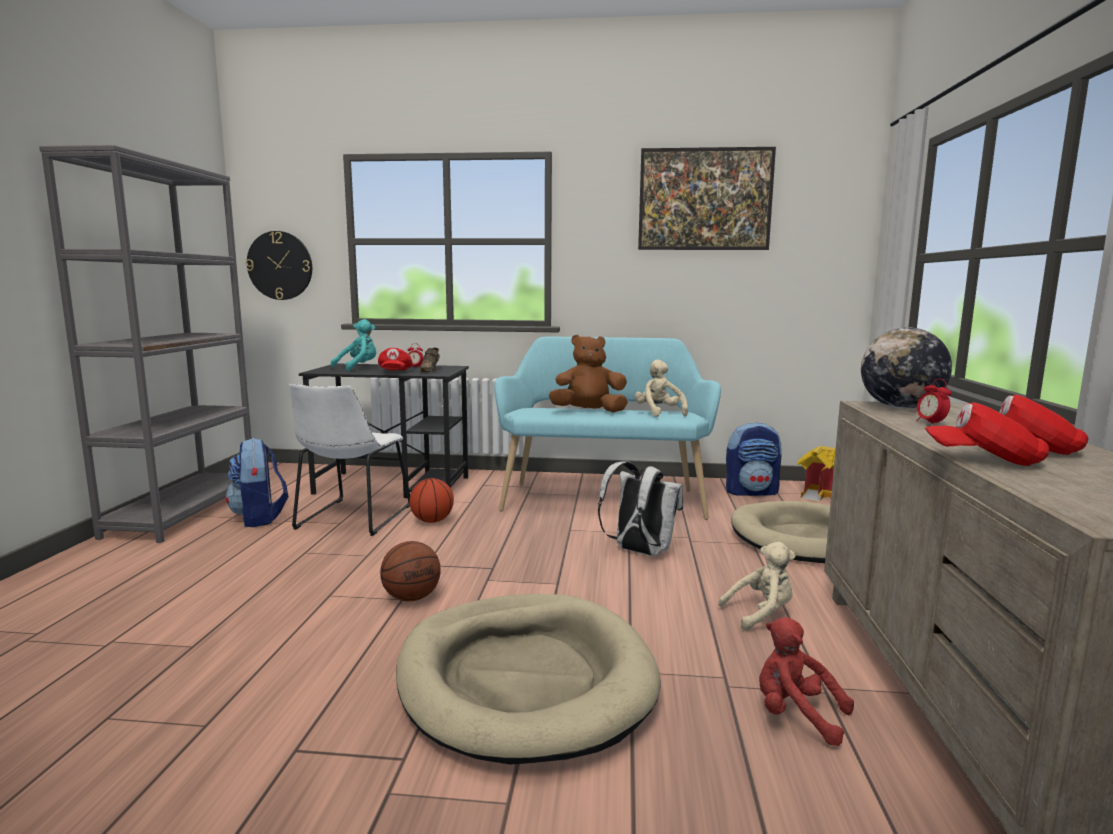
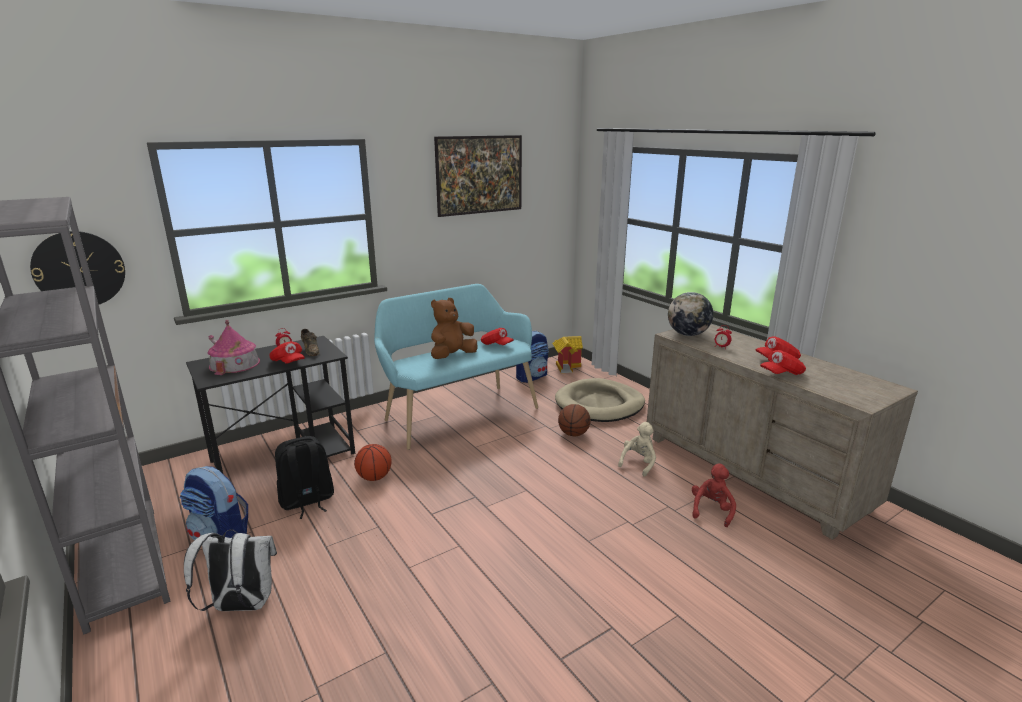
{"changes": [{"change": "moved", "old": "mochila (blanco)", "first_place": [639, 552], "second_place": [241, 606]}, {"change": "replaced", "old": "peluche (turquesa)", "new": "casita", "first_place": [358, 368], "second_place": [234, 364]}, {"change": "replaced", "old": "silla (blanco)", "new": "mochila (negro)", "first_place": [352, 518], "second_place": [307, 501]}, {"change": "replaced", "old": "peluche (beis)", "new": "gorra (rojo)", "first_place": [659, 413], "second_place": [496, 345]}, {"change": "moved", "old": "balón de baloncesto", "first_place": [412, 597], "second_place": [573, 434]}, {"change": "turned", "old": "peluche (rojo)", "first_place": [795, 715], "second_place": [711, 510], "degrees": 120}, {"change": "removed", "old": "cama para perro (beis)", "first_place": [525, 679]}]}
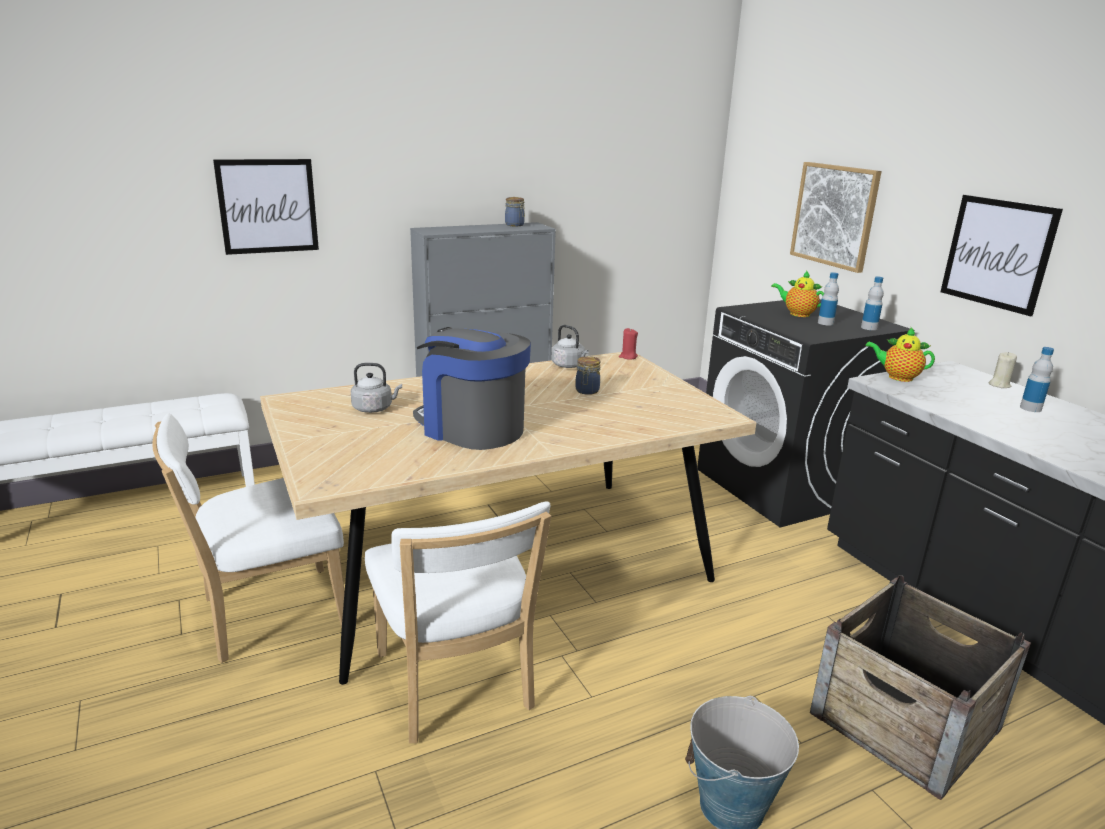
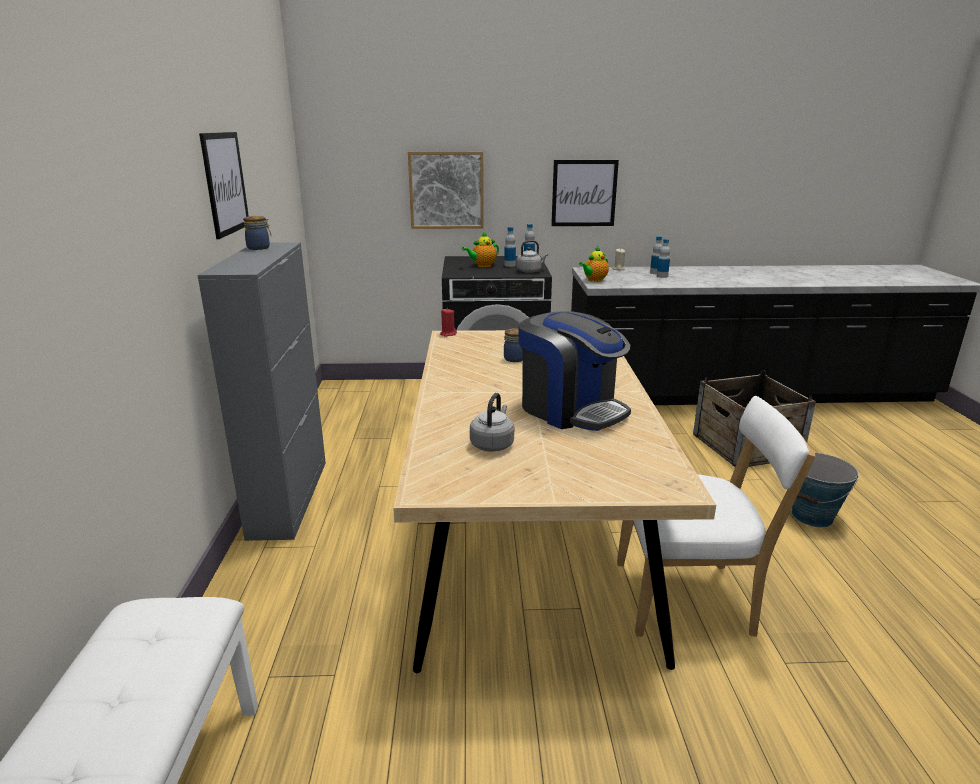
{"changes": [{"change": "moved", "old": "cuadro", "first_place": [268, 206], "second_place": [225, 183]}, {"change": "moved", "old": "hervidor (gris)", "first_place": [569, 366], "second_place": [530, 271]}, {"change": "turned", "old": "cafetera", "first_place": [471, 428], "second_place": [571, 409], "degrees": -105}, {"change": "added", "new": "botella", "second_place": [662, 276]}, {"change": "removed", "old": "silla (blanco)", "first_place": [267, 615]}]}
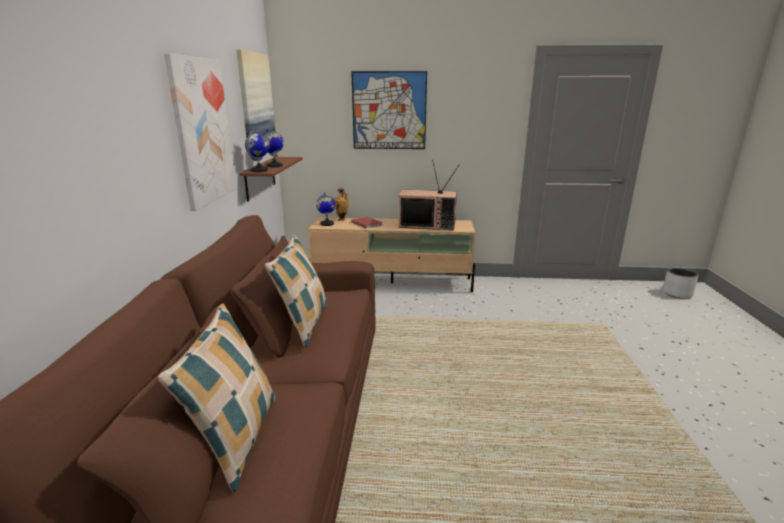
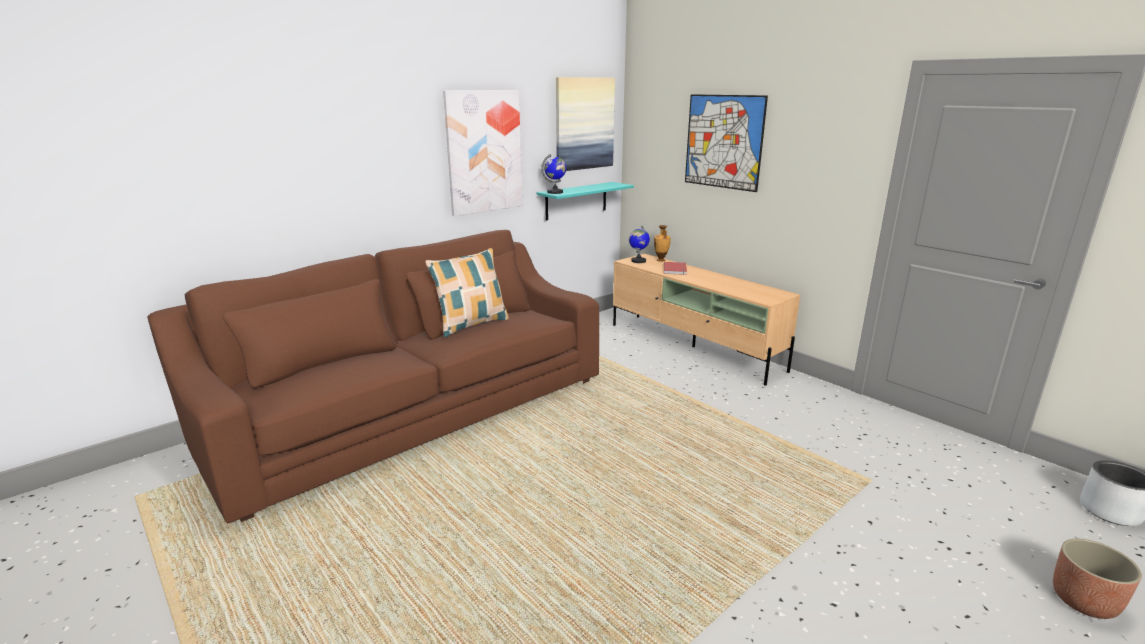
{"changes": [{"change": "recoloured", "old": "estante (marrón)", "new": "estante (turquesa)", "first_place": [260, 178], "second_place": [576, 200]}, {"change": "added", "new": "maceta", "second_place": [1084, 601]}, {"change": "removed", "old": "cojín", "first_place": [237, 438]}, {"change": "removed", "old": "globo terráqueo", "first_place": [274, 166]}, {"change": "removed", "old": "televisor", "first_place": [428, 225]}]}
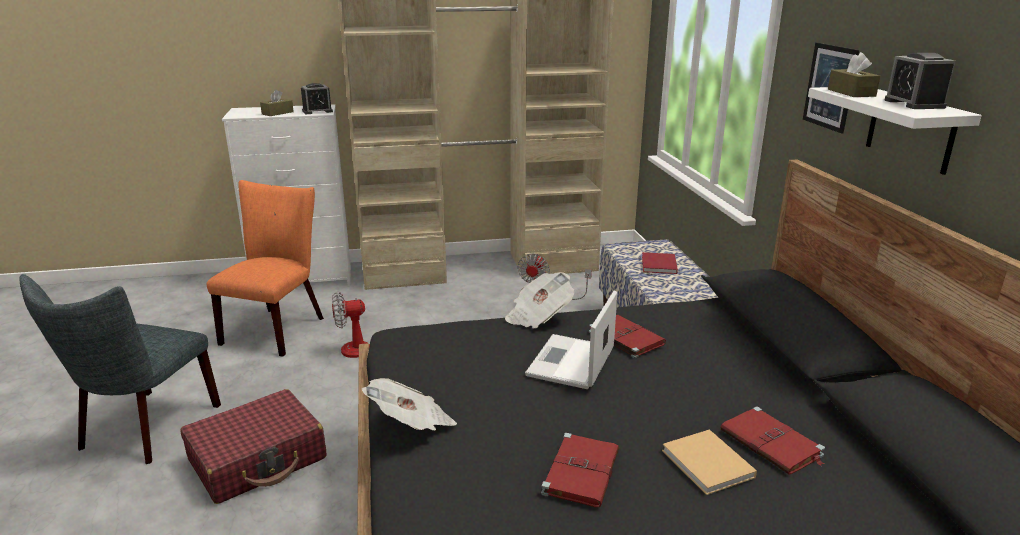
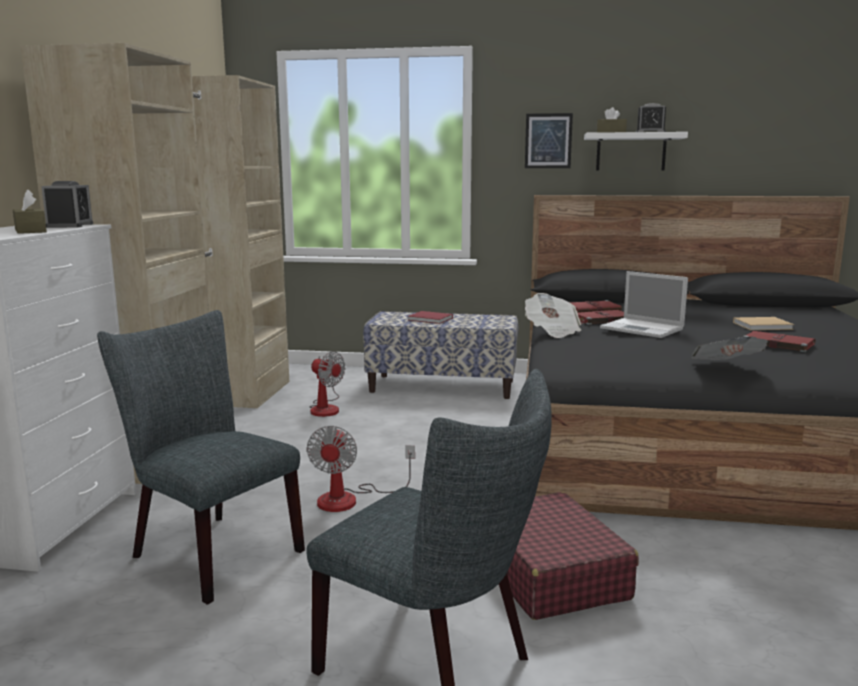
{"changes": [{"change": "recoloured", "old": "silla (naranja)", "new": "silla (gris)", "first_place": [278, 328], "second_place": [209, 551]}, {"change": "moved", "old": "libro (rojo)", "first_place": [772, 444], "second_place": [593, 309]}]}
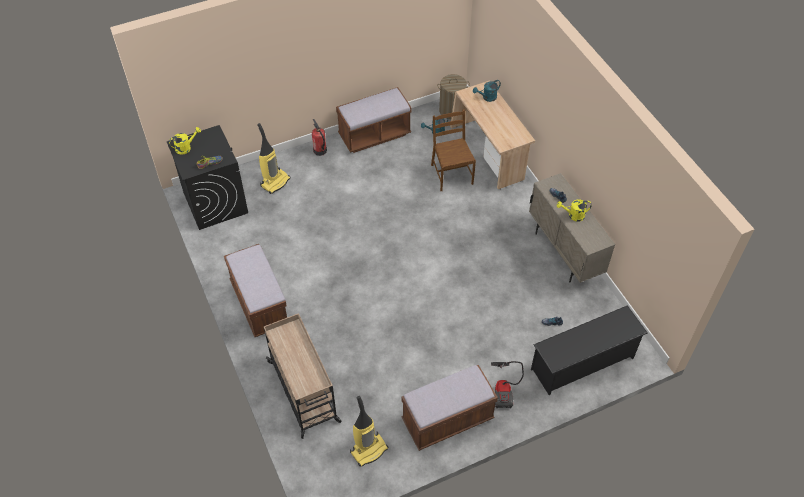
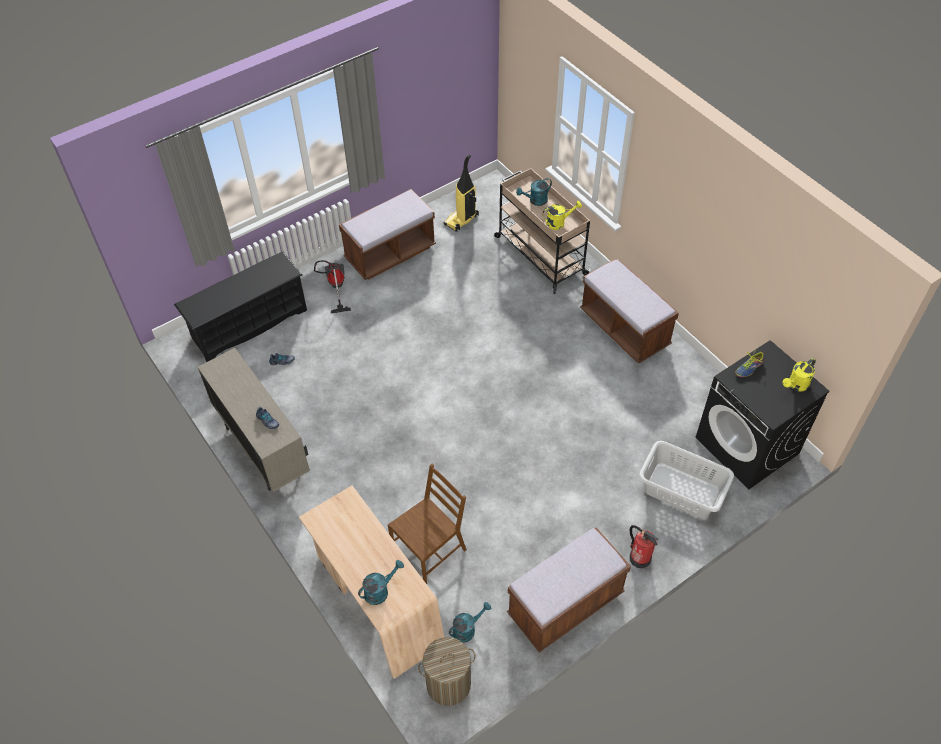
{"changes": [{"change": "turned", "old": "silla (marrón)", "first_place": [451, 174], "second_place": [430, 549], "degrees": -105}, {"change": "added", "new": "regadera (turquesa)", "second_place": [535, 201]}, {"change": "moved", "old": "regadera (amarillo)", "first_place": [573, 216], "second_place": [558, 223]}, {"change": "replaced", "old": "aspiradora", "new": "cesto de la ropa (gris)", "first_place": [275, 182], "second_place": [681, 491]}]}
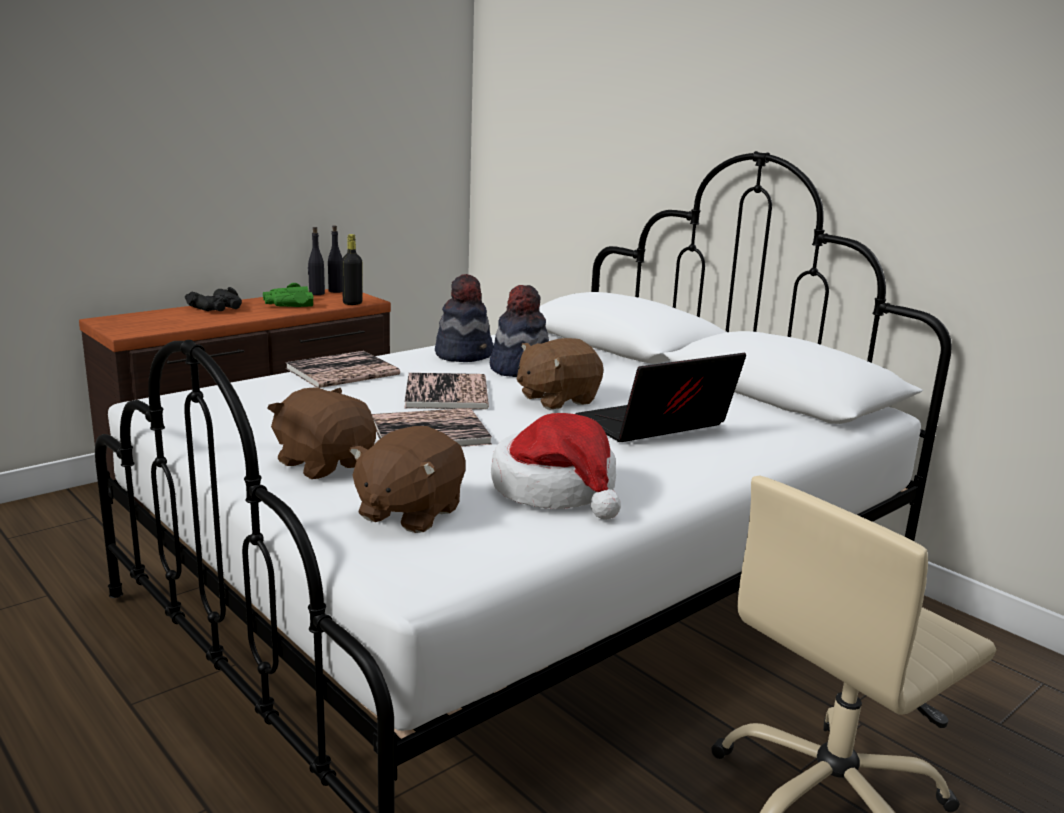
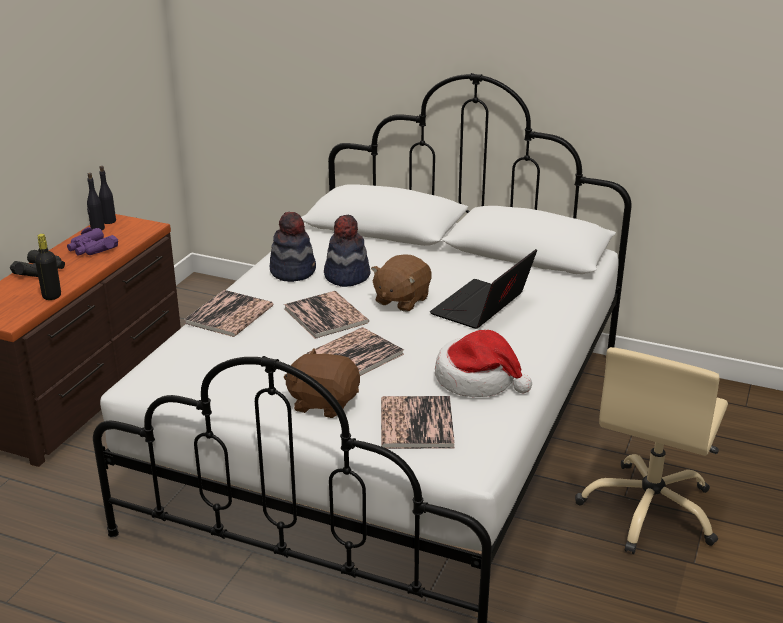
{"changes": [{"change": "moved", "old": "botella (negro)", "first_place": [352, 303], "second_place": [52, 296]}, {"change": "recoloured", "old": "prismáticos (verde)", "new": "prismáticos (morado)", "first_place": [288, 304], "second_place": [91, 249]}, {"change": "replaced", "old": "peluche (marrón)", "new": "libro", "first_place": [408, 512], "second_place": [416, 424]}]}
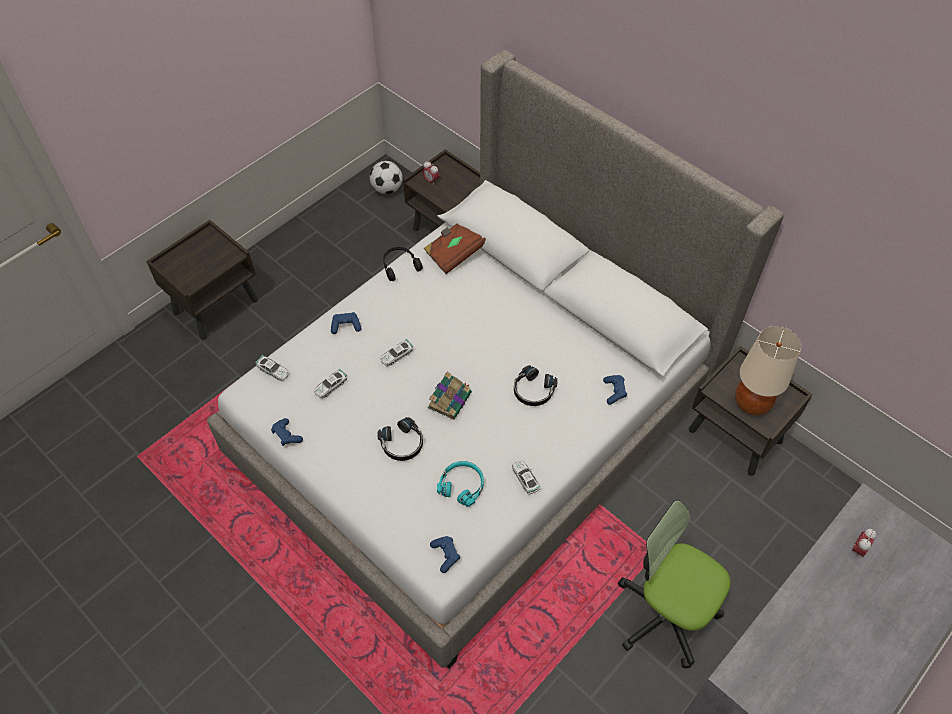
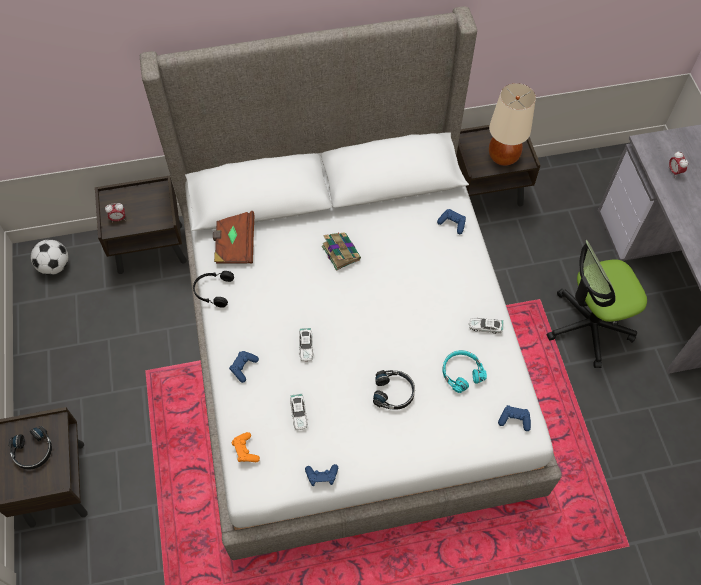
{"changes": [{"change": "moved", "old": "auriculares (negro)", "first_place": [533, 391], "second_place": [33, 451]}, {"change": "replaced", "old": "coche de juguete", "new": "mando de consola (naranja)", "first_place": [273, 370], "second_place": [245, 450]}, {"change": "moved", "old": "libro", "first_place": [450, 399], "second_place": [340, 252]}]}
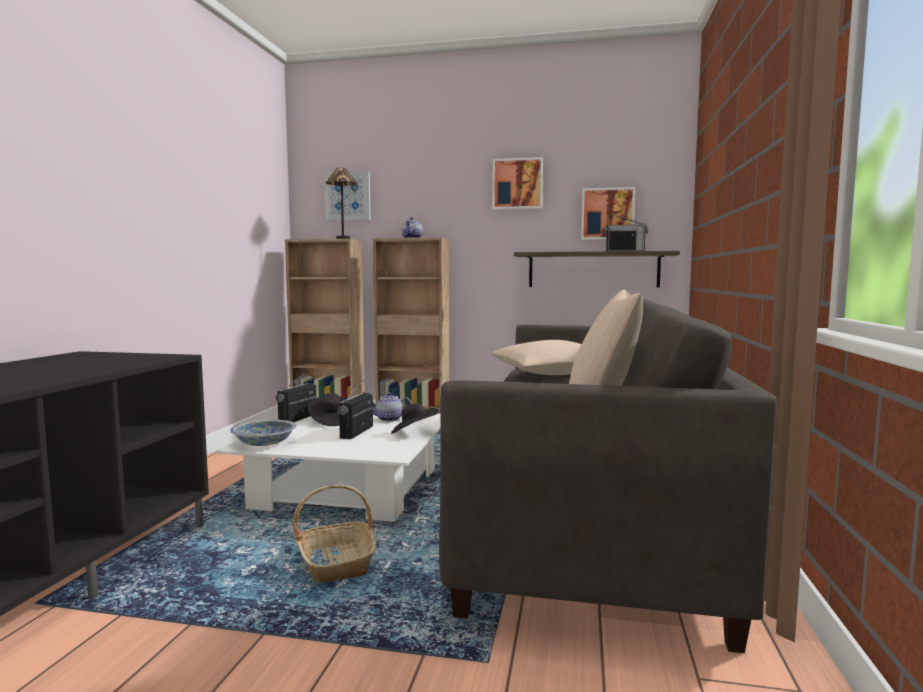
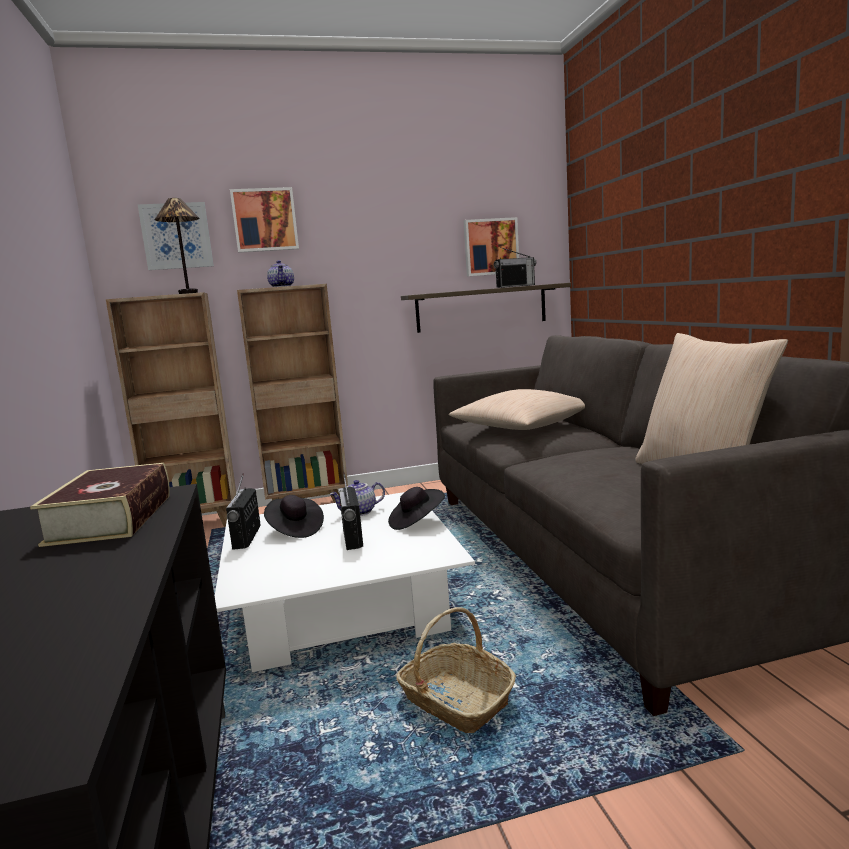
{"changes": [{"change": "added", "new": "libro", "second_place": [111, 518]}, {"change": "moved", "old": "cuadro", "first_place": [517, 184], "second_place": [265, 220]}, {"change": "removed", "old": "cuenco", "first_place": [264, 443]}]}
